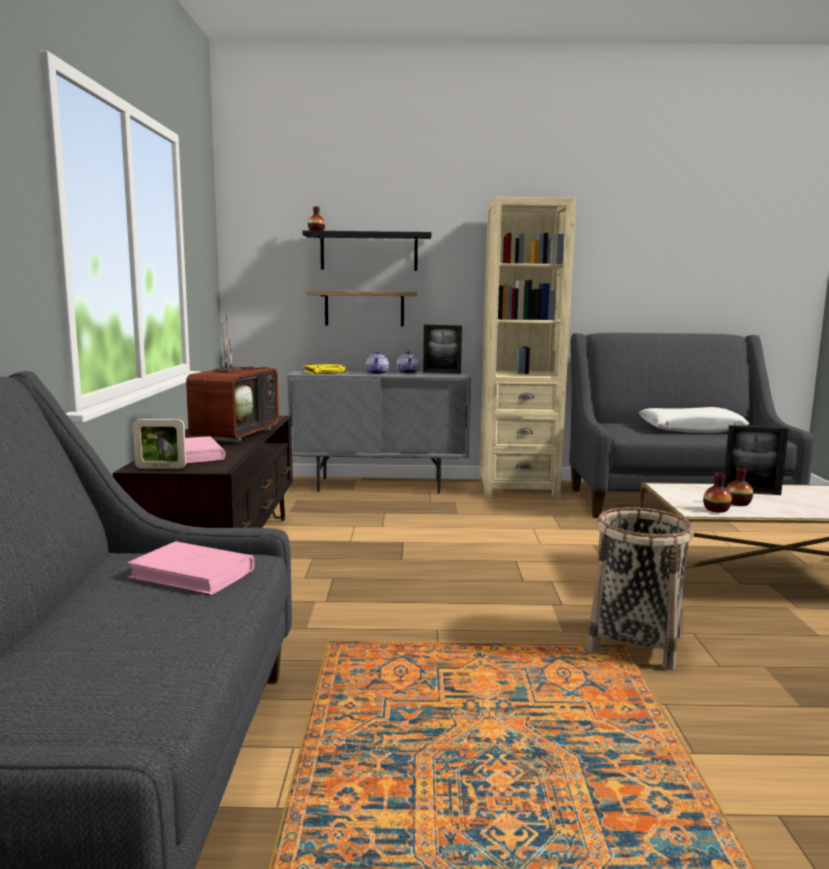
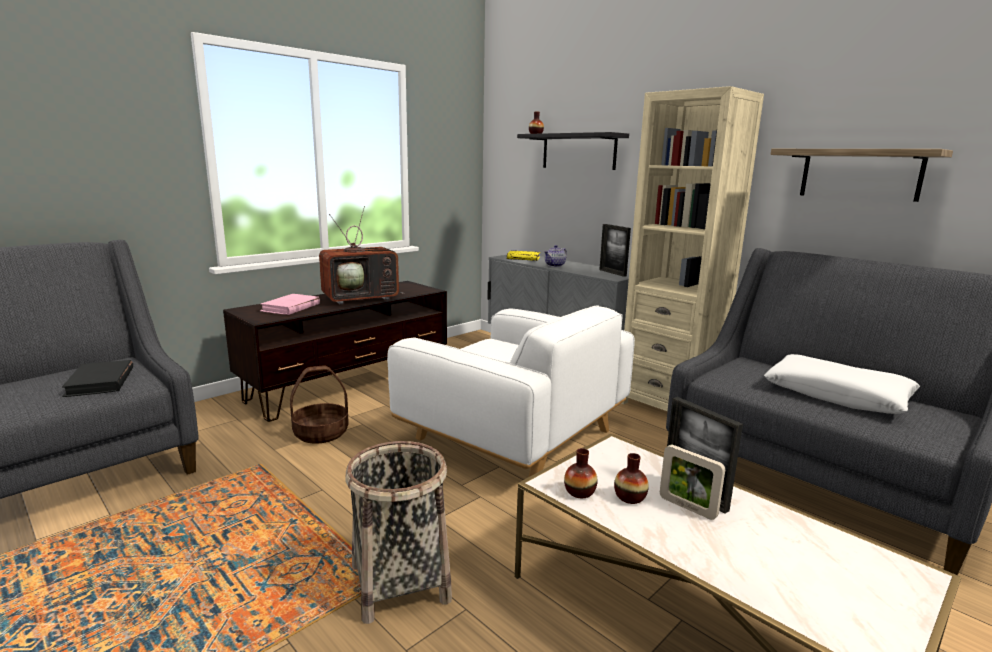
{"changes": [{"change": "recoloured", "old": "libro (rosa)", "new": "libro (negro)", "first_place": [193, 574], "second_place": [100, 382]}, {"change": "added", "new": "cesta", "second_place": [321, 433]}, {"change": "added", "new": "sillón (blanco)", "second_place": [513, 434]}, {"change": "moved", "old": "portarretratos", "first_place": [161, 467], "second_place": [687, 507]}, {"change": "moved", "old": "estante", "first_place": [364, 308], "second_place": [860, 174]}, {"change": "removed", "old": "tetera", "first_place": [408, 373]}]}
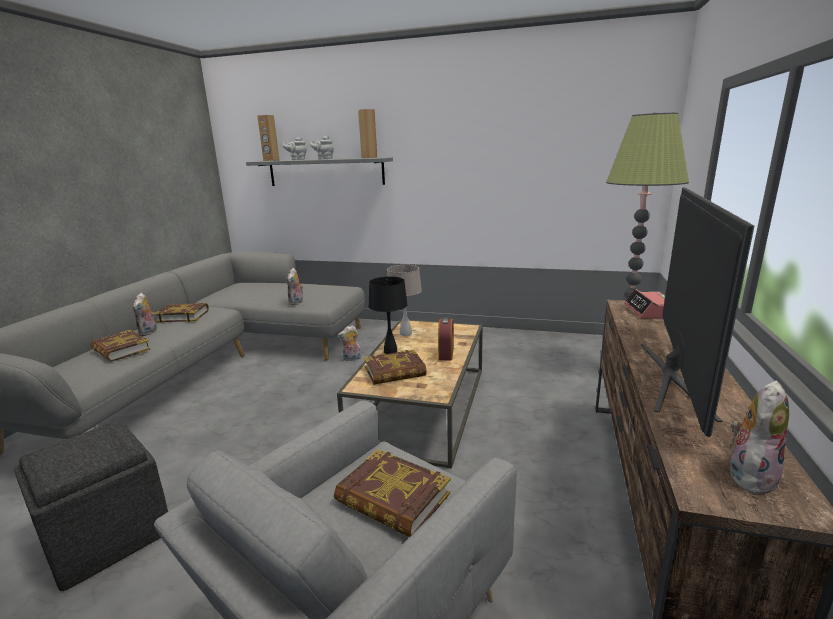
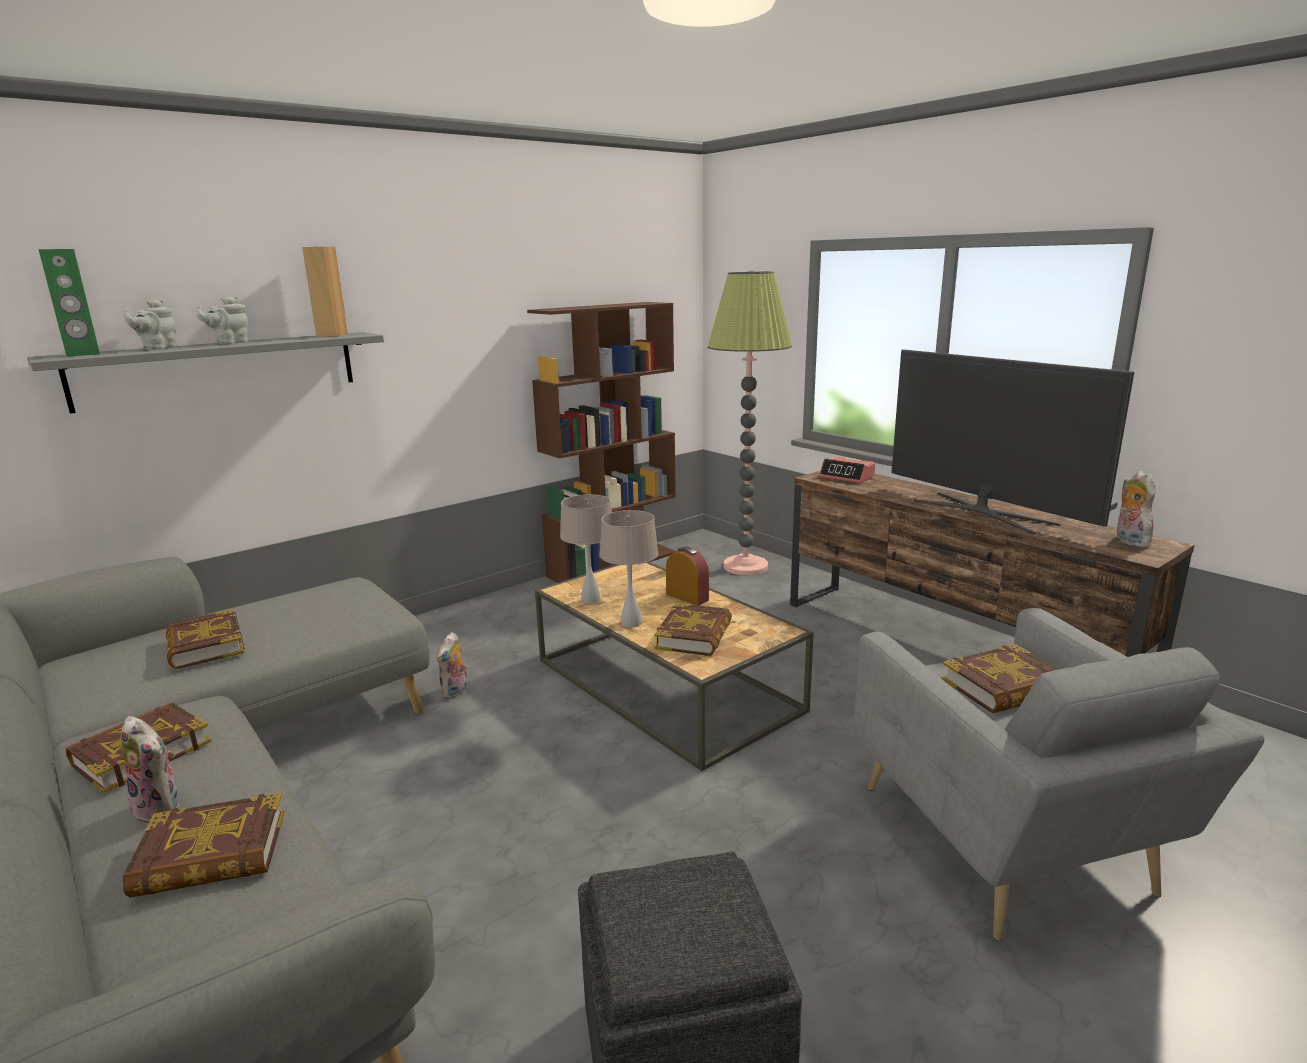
{"changes": [{"change": "recoloured", "old": "altavoz (marrón)", "new": "altavoz (verde)", "first_place": [271, 160], "second_place": [83, 354]}, {"change": "added", "new": "libro", "second_place": [205, 646]}, {"change": "added", "new": "estantería (marrón)", "second_place": [613, 564]}, {"change": "recoloured", "old": "lámpara de mesa (negro)", "new": "lámpara de mesa (beis)", "first_place": [390, 351], "second_place": [631, 623]}, {"change": "removed", "old": "peluche", "first_place": [296, 303]}]}
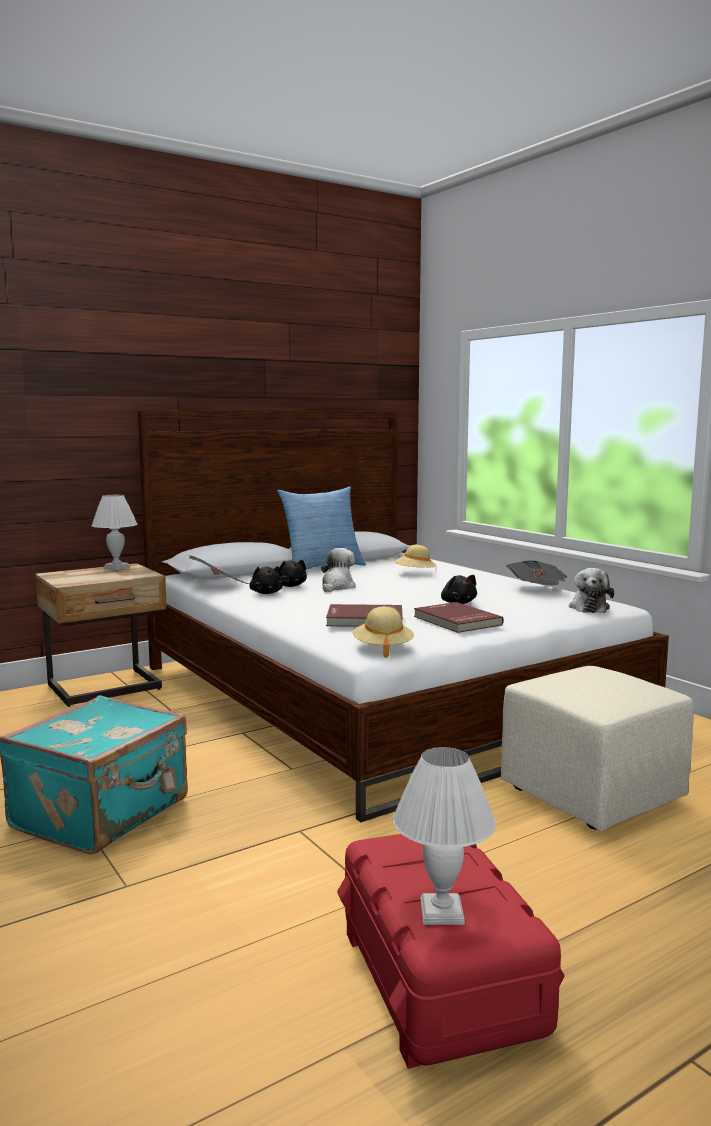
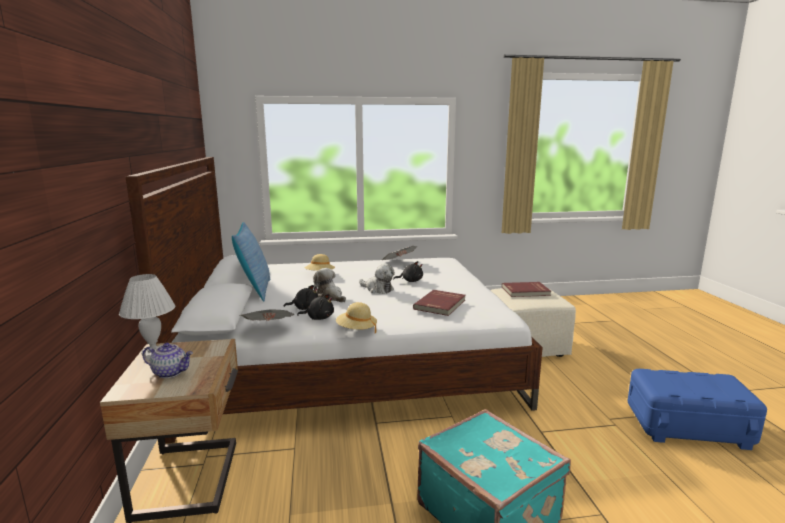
{"changes": [{"change": "added", "new": "tetera", "second_place": [171, 372]}, {"change": "moved", "old": "sombrero (beis)", "first_place": [382, 649], "second_place": [356, 330]}, {"change": "moved", "old": "peluche", "first_place": [589, 607], "second_place": [378, 289]}, {"change": "moved", "old": "libro (rojo)", "first_place": [456, 621], "second_place": [526, 291]}, {"change": "recoloured", "old": "caja de almacenaje (rojo)", "new": "caja de almacenaje (azul)", "first_place": [442, 980], "second_place": [687, 426]}, {"change": "removed", "old": "lámpara de mesa (blanco)", "first_place": [441, 911]}]}
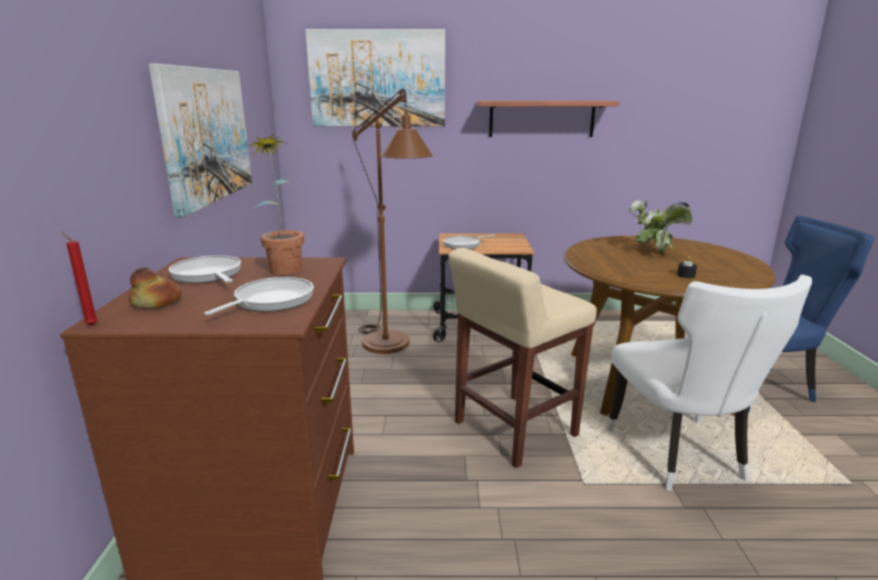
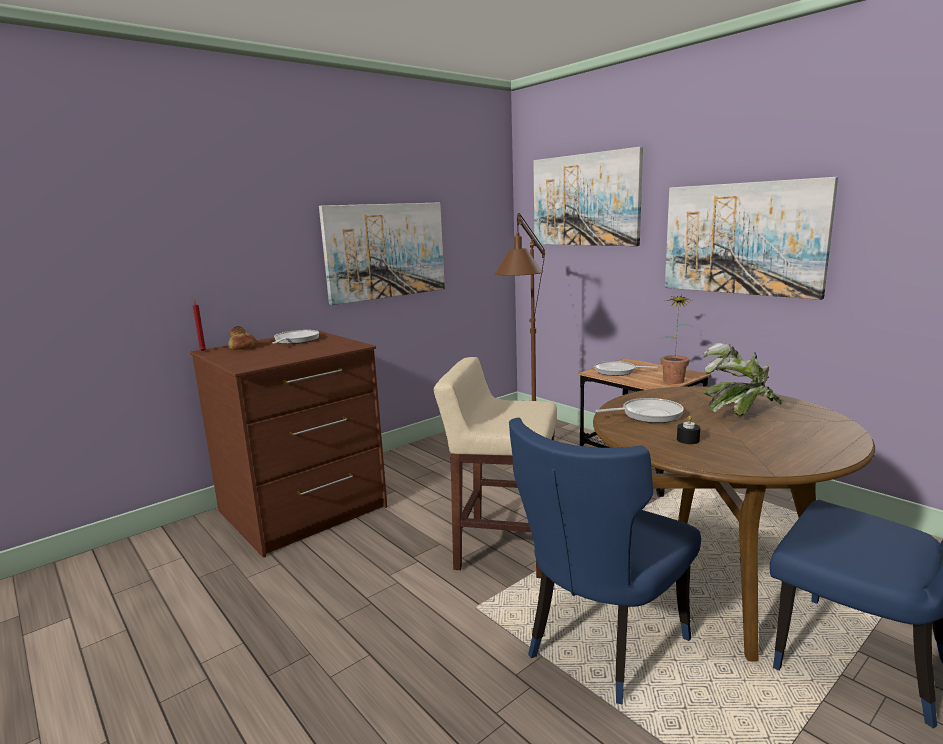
{"changes": [{"change": "recoloured", "old": "silla (blanco)", "new": "silla (azul)", "first_place": [680, 456], "second_place": [599, 647]}, {"change": "moved", "old": "sartén", "first_place": [270, 301], "second_place": [648, 414]}, {"change": "moved", "old": "planta en maceta", "first_place": [284, 267], "second_place": [674, 379]}, {"change": "replaced", "old": "estante", "new": "cuadro", "first_place": [541, 118], "second_place": [742, 238]}]}
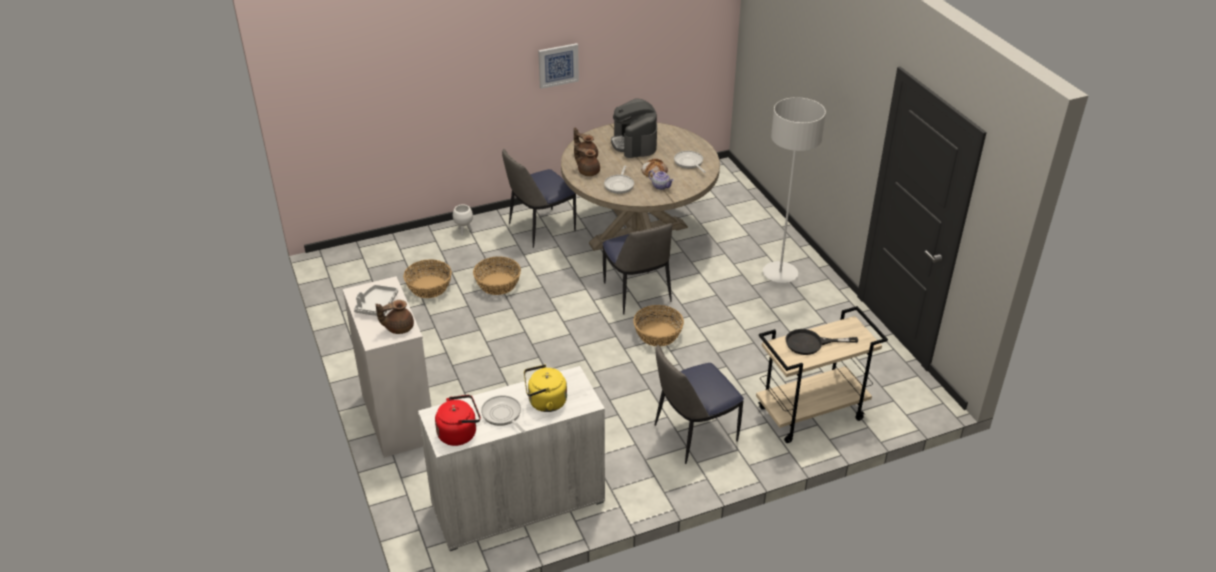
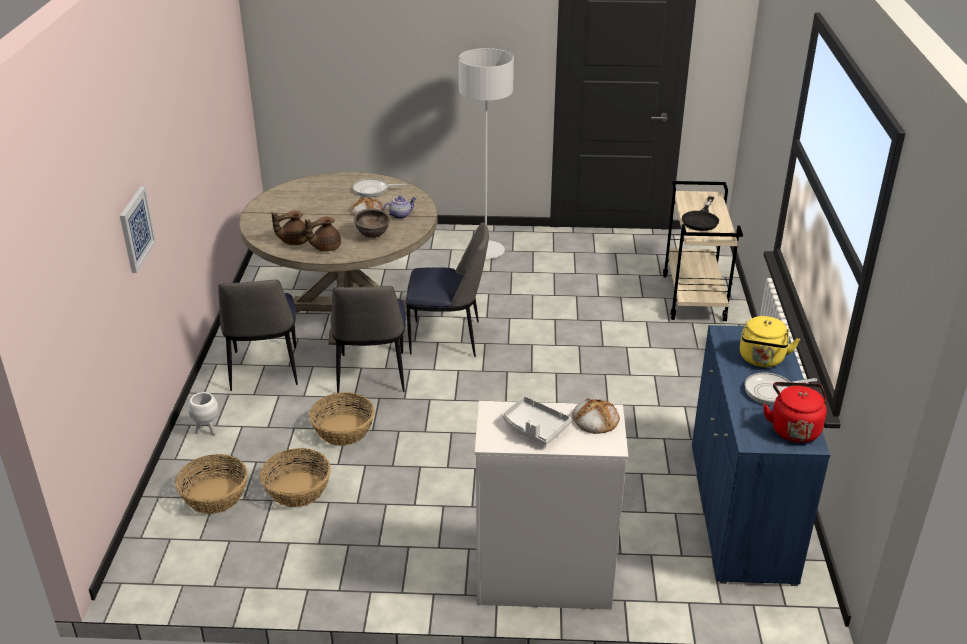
{"changes": [{"change": "moved", "old": "cuadro", "first_place": [558, 65], "second_place": [136, 229]}, {"change": "moved", "old": "cesta", "first_place": [658, 334], "second_place": [215, 496]}, {"change": "moved", "old": "silla", "first_place": [693, 434], "second_place": [371, 375]}, {"change": "replaced", "old": "sartén", "new": "cuenco (marrón)", "first_place": [619, 185], "second_place": [372, 236]}, {"change": "replaced", "old": "tetera (marrón)", "new": "pan", "first_place": [398, 327], "second_place": [595, 419]}, {"change": "recoloured", "old": "armario (blanco)", "new": "armario (azul)", "first_place": [518, 503], "second_place": [740, 512]}, {"change": "removed", "old": "cafetera", "first_place": [634, 143]}]}
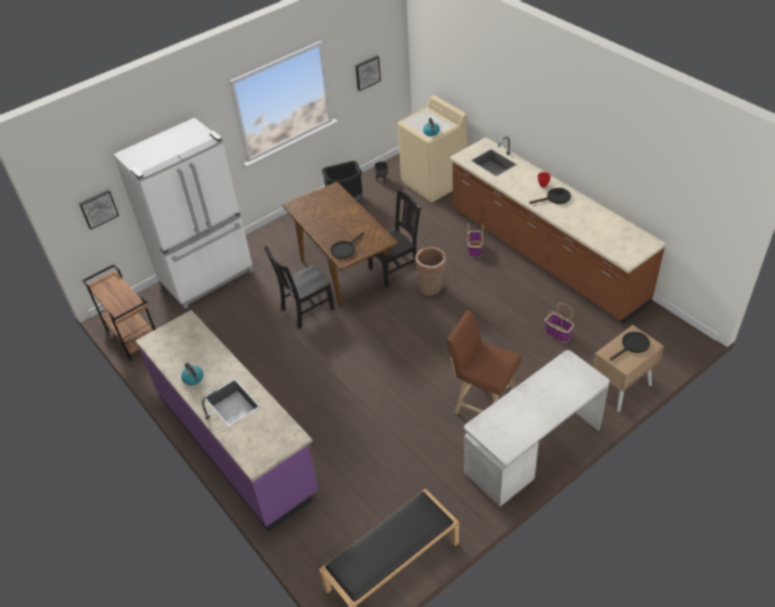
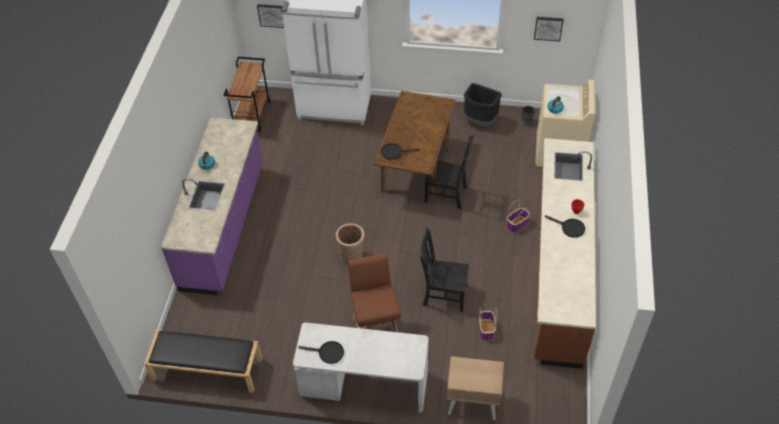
{"changes": [{"change": "moved", "old": "sartén (negro)", "first_place": [632, 346], "second_place": [327, 353]}, {"change": "moved", "old": "cesta", "first_place": [431, 287], "second_place": [352, 258]}, {"change": "moved", "old": "silla (negro)", "first_place": [305, 310], "second_place": [443, 294]}]}
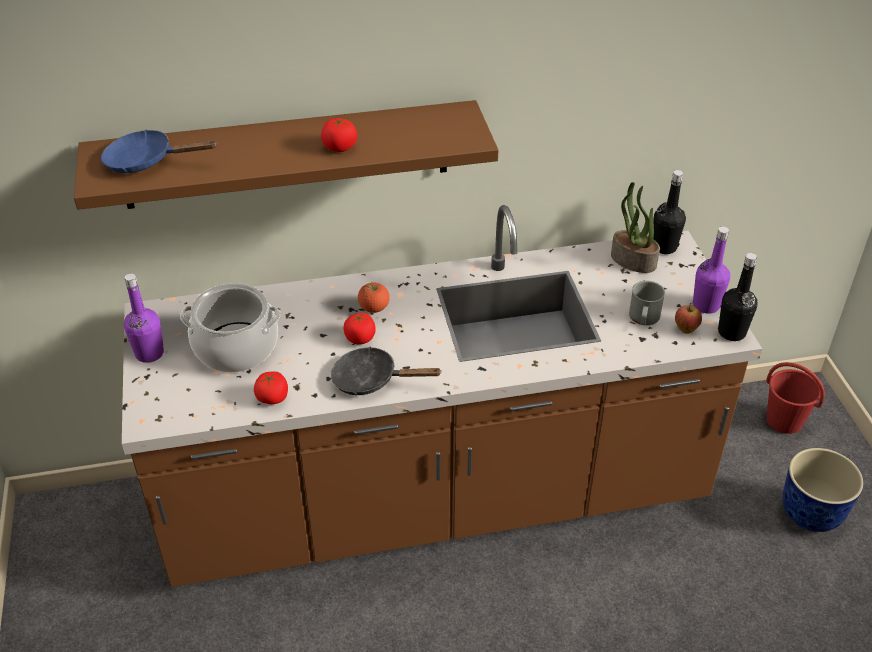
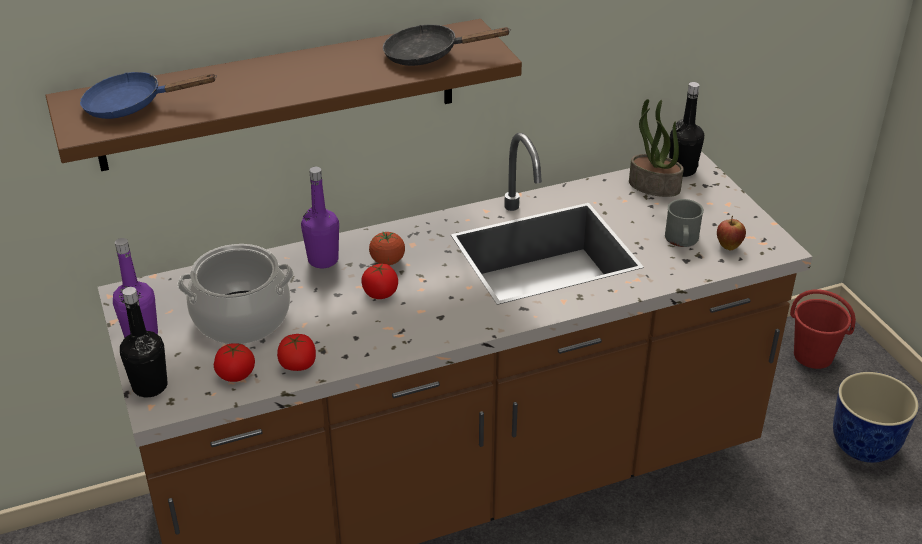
{"changes": [{"change": "moved", "old": "botella (negro)", "first_place": [731, 332], "second_place": [150, 386]}, {"change": "moved", "old": "tomate", "first_place": [339, 147], "second_place": [236, 374]}, {"change": "moved", "old": "botella (morado)", "first_place": [706, 305], "second_place": [323, 260]}, {"change": "moved", "old": "sartén (negro)", "first_place": [371, 380], "second_place": [429, 55]}]}
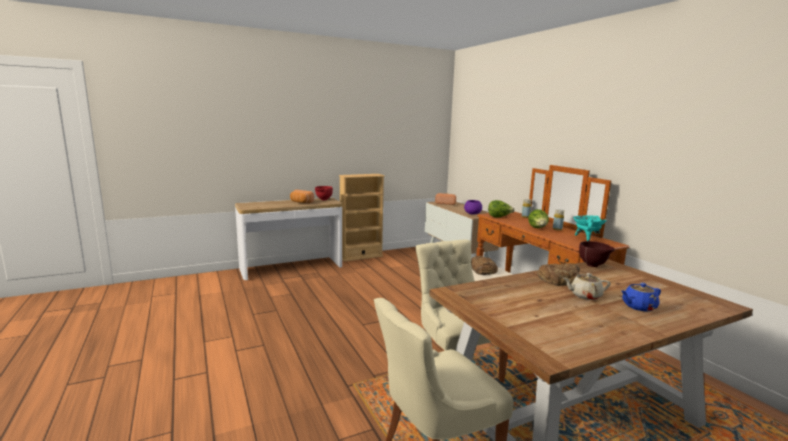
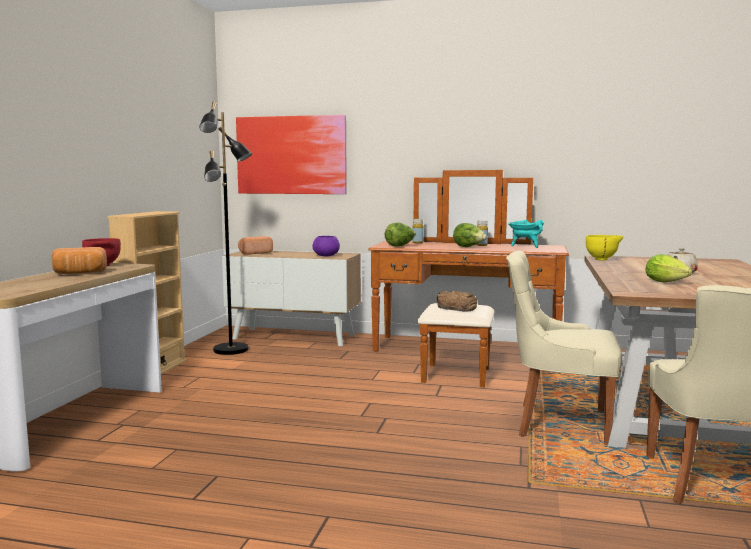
{"changes": [{"change": "added", "new": "lámpara de pie (negro)", "second_place": [231, 350]}, {"change": "added", "new": "cuadro", "second_place": [291, 155]}, {"change": "recoloured", "old": "cuenco (marrón)", "new": "cuenco (amarillo)", "first_place": [594, 266], "second_place": [603, 259]}, {"change": "added", "new": "lechuga", "second_place": [668, 282]}, {"change": "removed", "old": "pan", "first_place": [559, 279]}, {"change": "removed", "old": "tetera (azul)", "first_place": [638, 307]}]}
